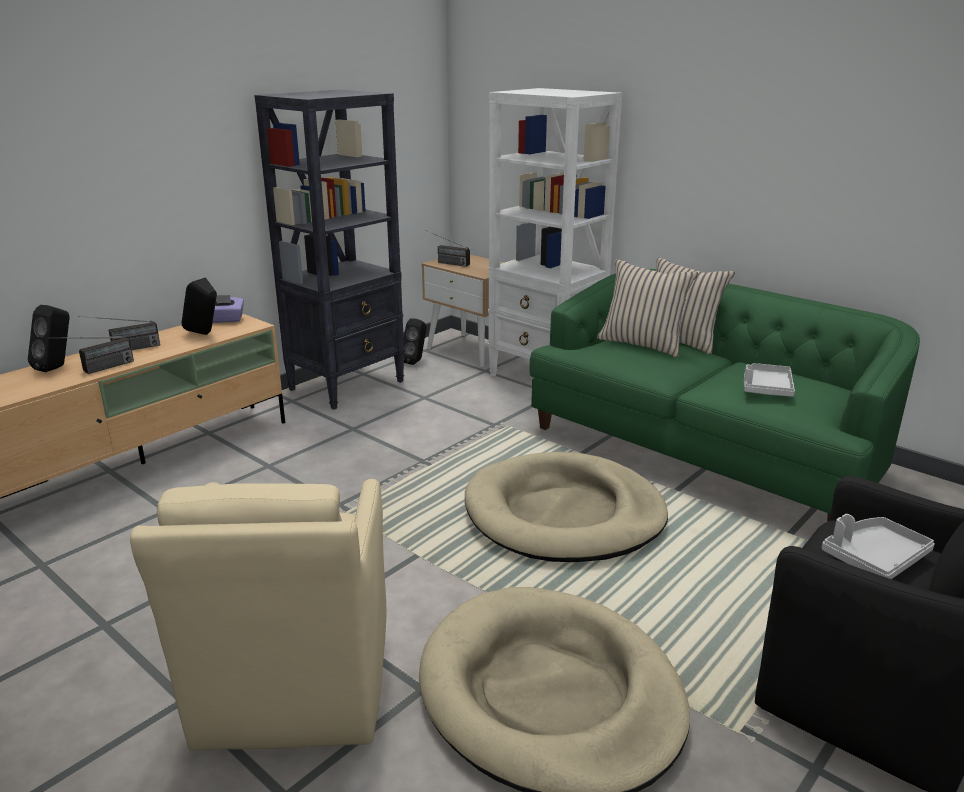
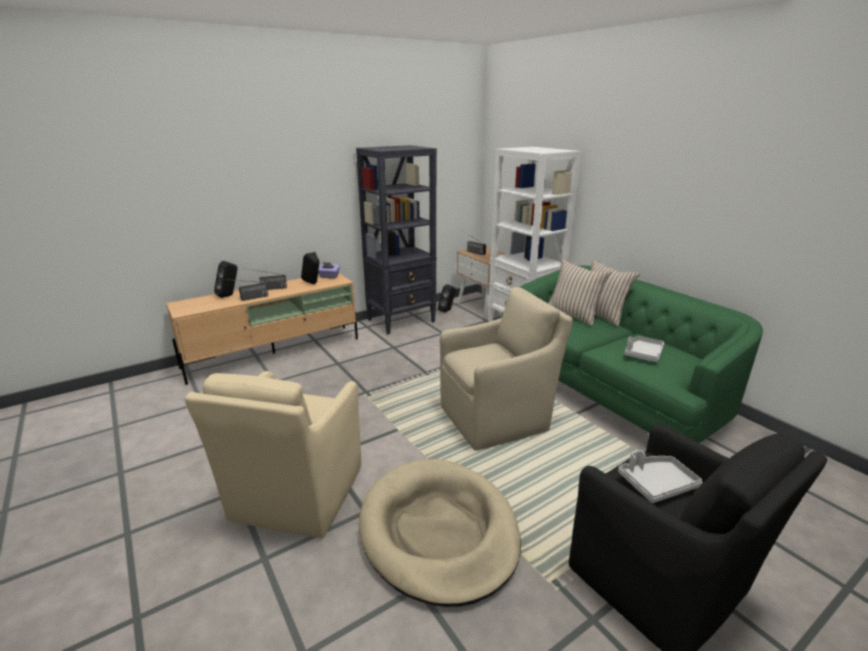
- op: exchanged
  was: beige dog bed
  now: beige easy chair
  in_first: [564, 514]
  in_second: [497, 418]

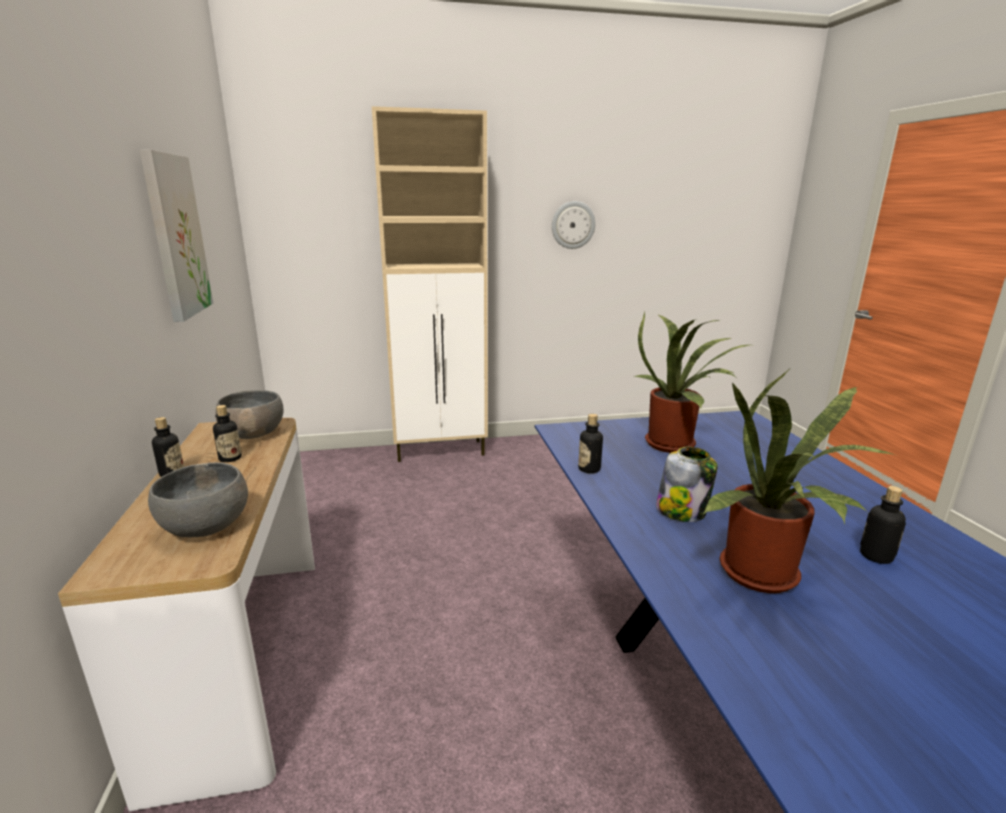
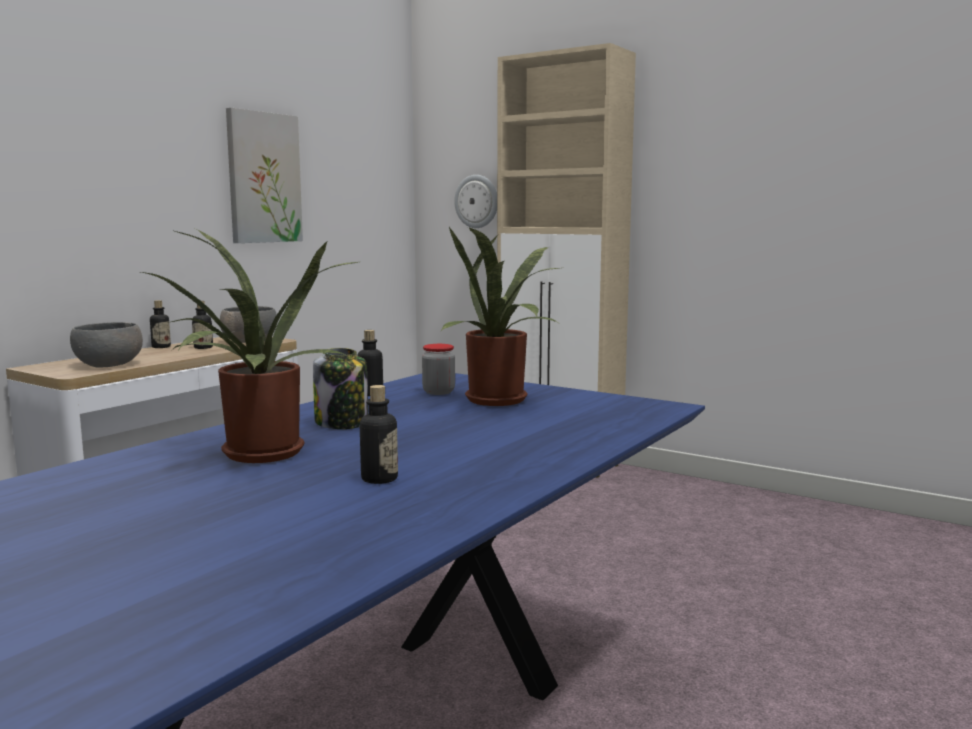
- op: appeared
  now: jar
  in_second: [438, 392]
- op: relocated
  was: wall clock
  in_first: [573, 225]
  in_second: [477, 201]

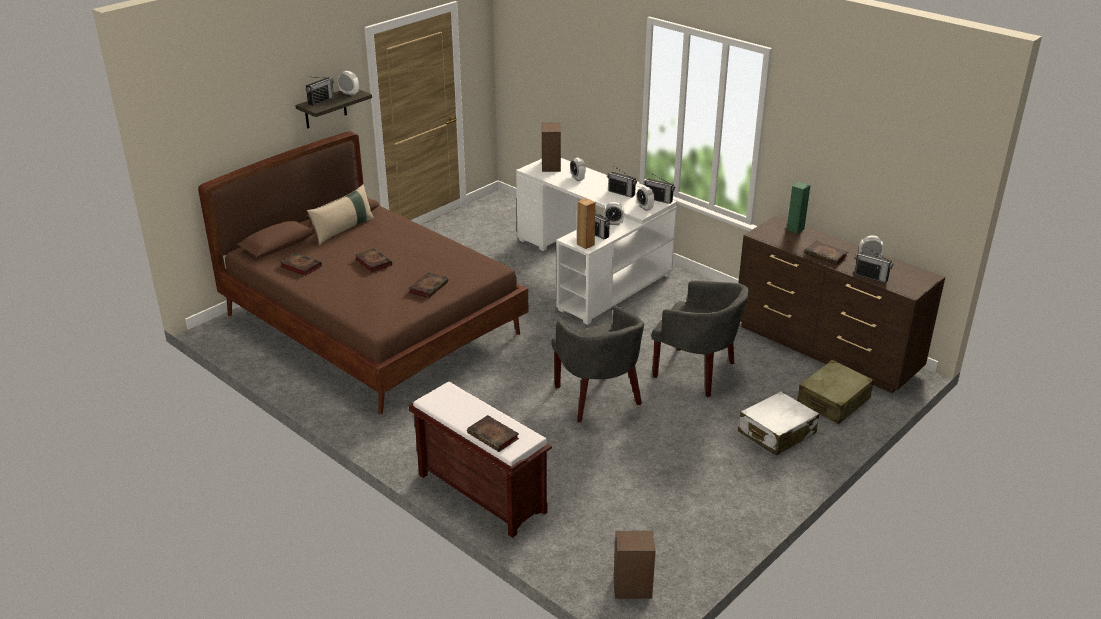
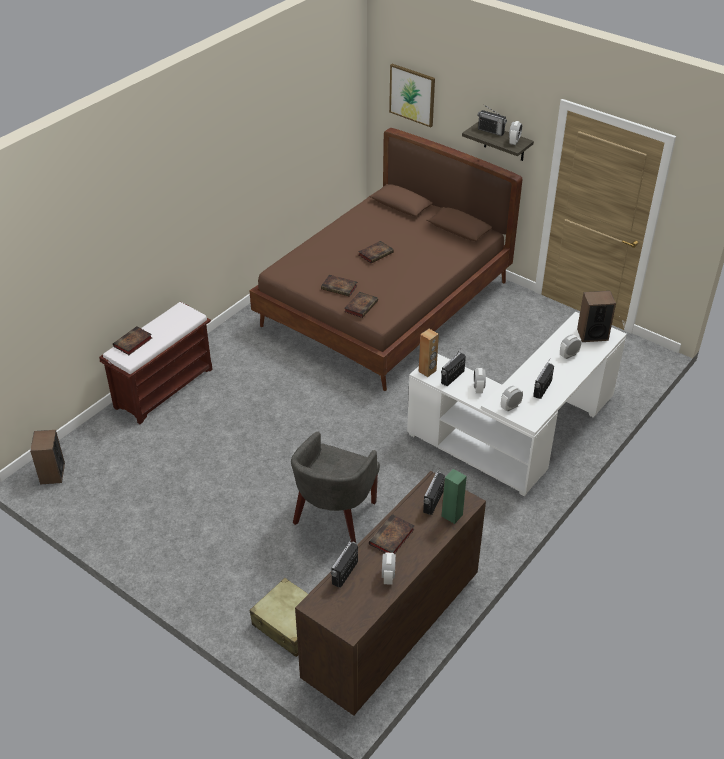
- op: missing
  was: beige pillow
  in_first: [343, 230]
- op: missing
  was: greyish easy chair
  in_first: [598, 398]
- op: missing
  was: white piece of luggage
  in_first: [776, 433]
- op: appeared
  now: wall picture
  in_second: [412, 95]
- op: relocated
  was: bound book
  in_first: [300, 266]
  in_second: [361, 306]
- op: relocated
  was: radio
  in_first: [658, 199]
  in_second: [433, 501]

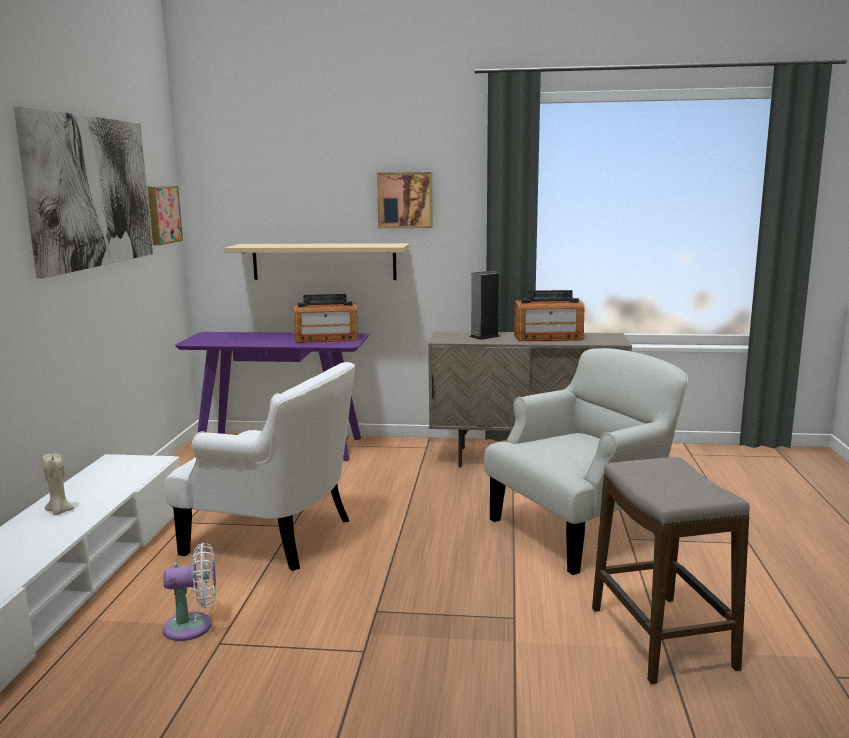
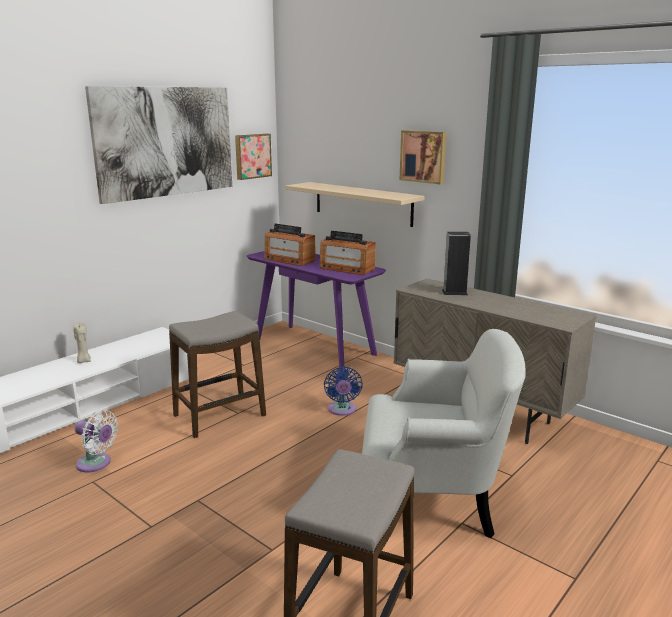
- op: appeared
  now: bluish electric fan
  in_second: [342, 410]
- op: relocated
  was: radio
  in_first: [548, 337]
  in_second: [289, 260]
- op: exchanged
  was: white easy chair
  now: sitting stool
  in_first: [275, 535]
  in_second: [220, 416]

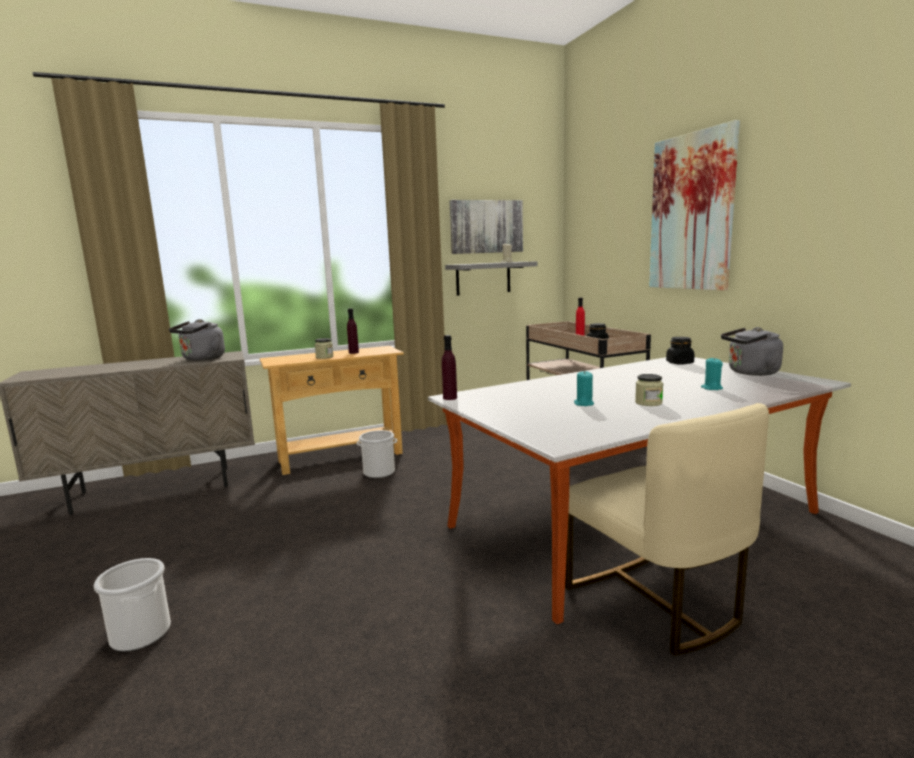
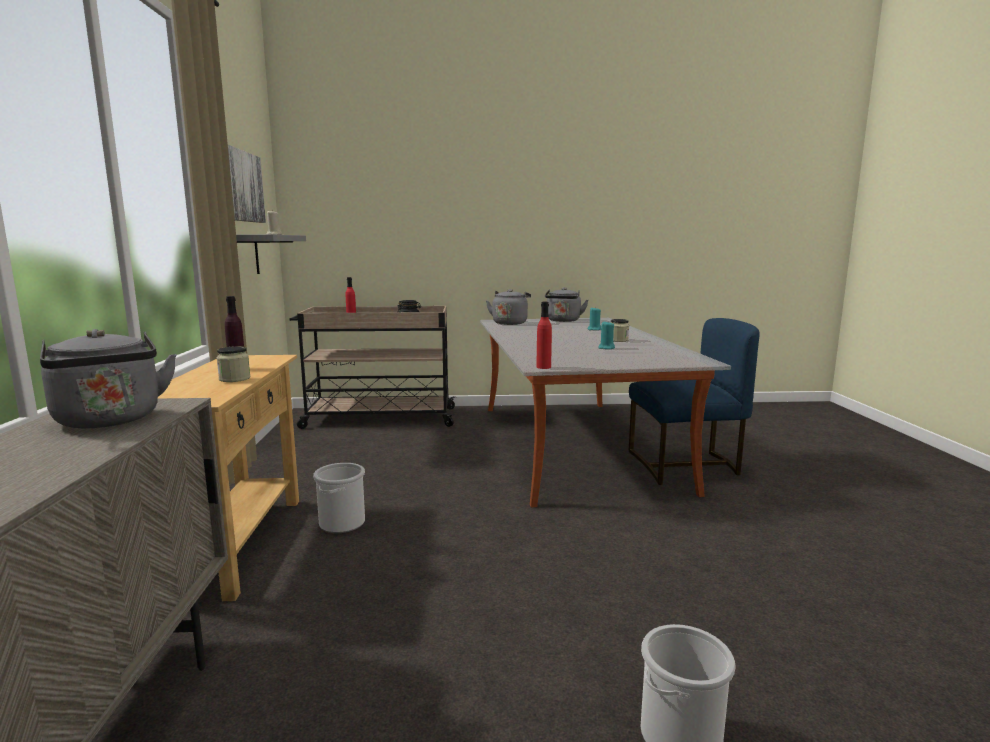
- op: missing
  was: wall picture
  in_first: [691, 212]
- op: exchanged
  was: black-coloured jar
  now: greyish tea kettle
  in_first: [679, 363]
  in_second: [510, 323]
- op: colour
  was: purple-coloured drink bottle
  now: reddish drink bottle
  in_first: [450, 398]
  in_second: [543, 367]
- op: colour
  was: beige upright chair
  now: bluish upright chair
  in_first: [655, 602]
  in_second: [685, 465]

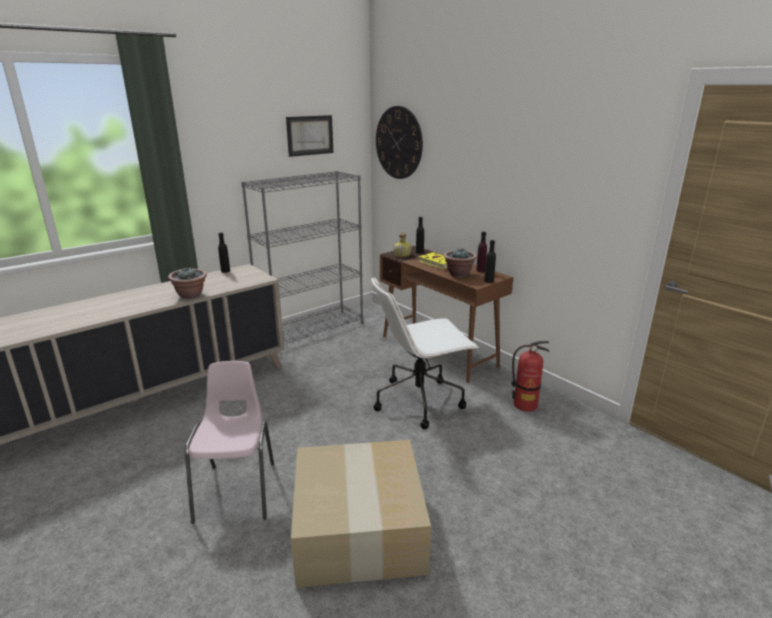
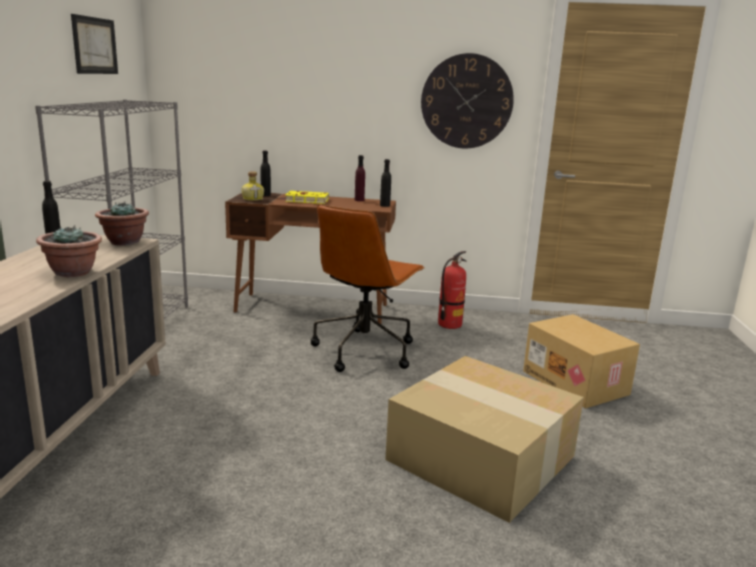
- op: missing
  was: pink upright chair
  in_first: [237, 491]
- op: appeared
  now: cardboard box
  in_second: [576, 383]
- op: relocated
  was: wall clock
  in_first: [399, 143]
  in_second: [466, 101]
- op: relocated
  was: potted plant
  in_first: [458, 274]
  in_second: [124, 242]
- op: colour
  was: white desk chair
  now: brown desk chair
  in_first: [420, 400]
  in_second: [364, 350]

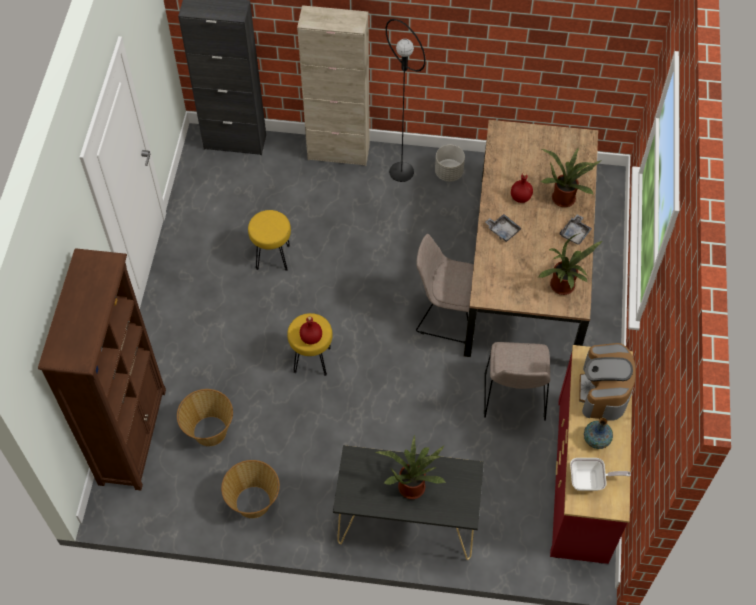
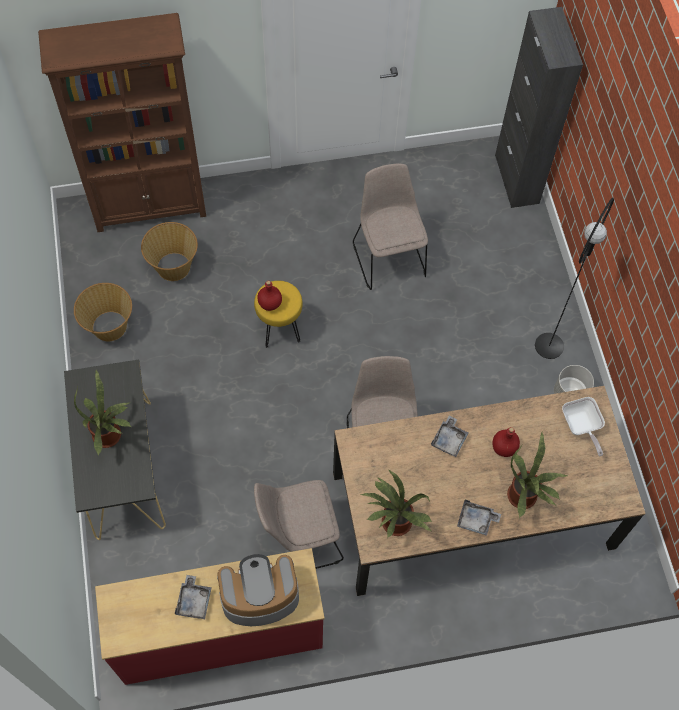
- op: missing
  was: beige cabinet
  in_first: [338, 152]
- op: relocated
  was: skillet
  in_first: [590, 481]
  in_second: [581, 427]
- op: exchanged
  was: yellow sitting stool
  now: beige upright chair
  in_first: [272, 256]
  in_second: [388, 257]
- op: exchanged
  was: decorative vase
  now: greyish serving tray
  in_first: [596, 440]
  in_second: [194, 600]

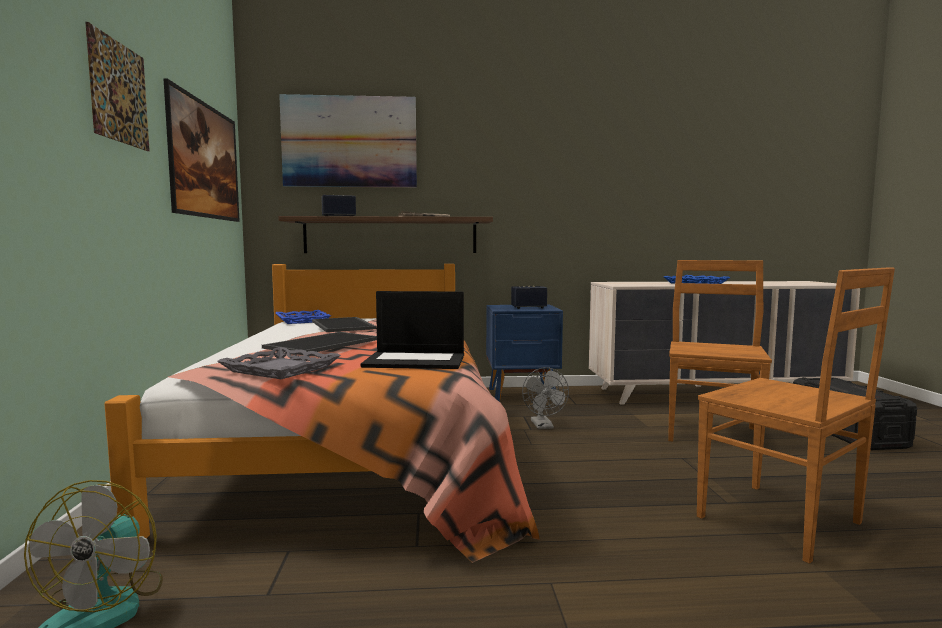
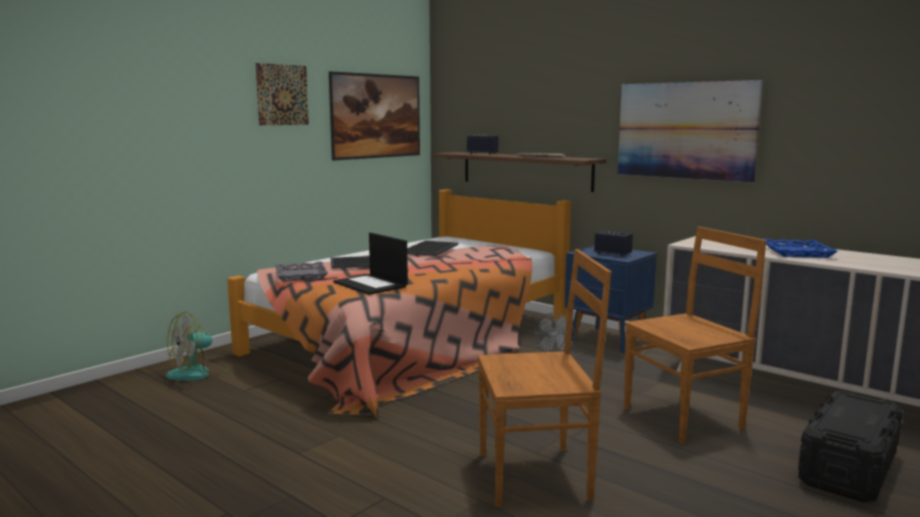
- op: missing
  was: bluish serving tray
  in_first: [302, 320]
- op: relocated
  was: wall picture
  in_first: [349, 142]
  in_second: [685, 130]
- op: spun
  was: brown upright chair
  in_first: [783, 522]
  in_second: [537, 475]
  clockwise: -105

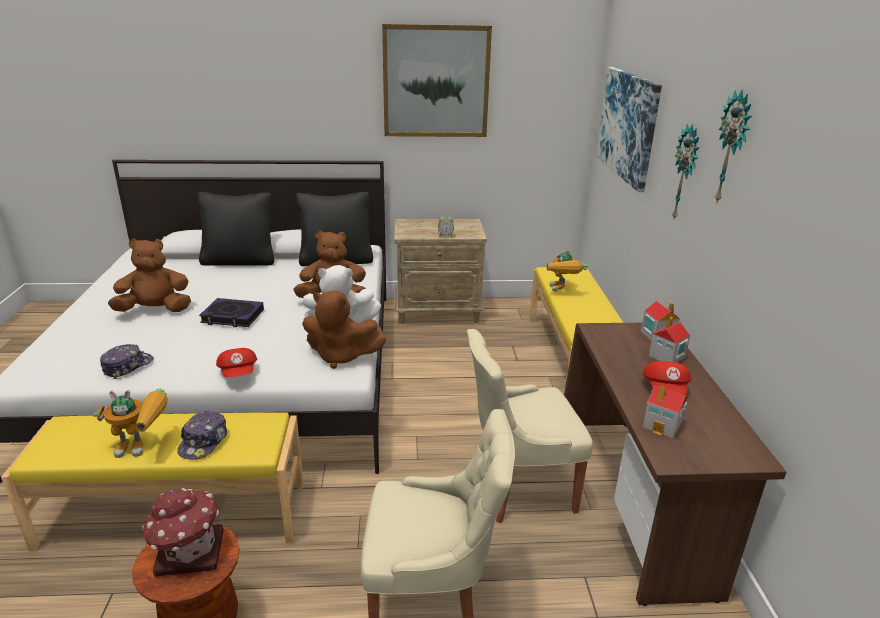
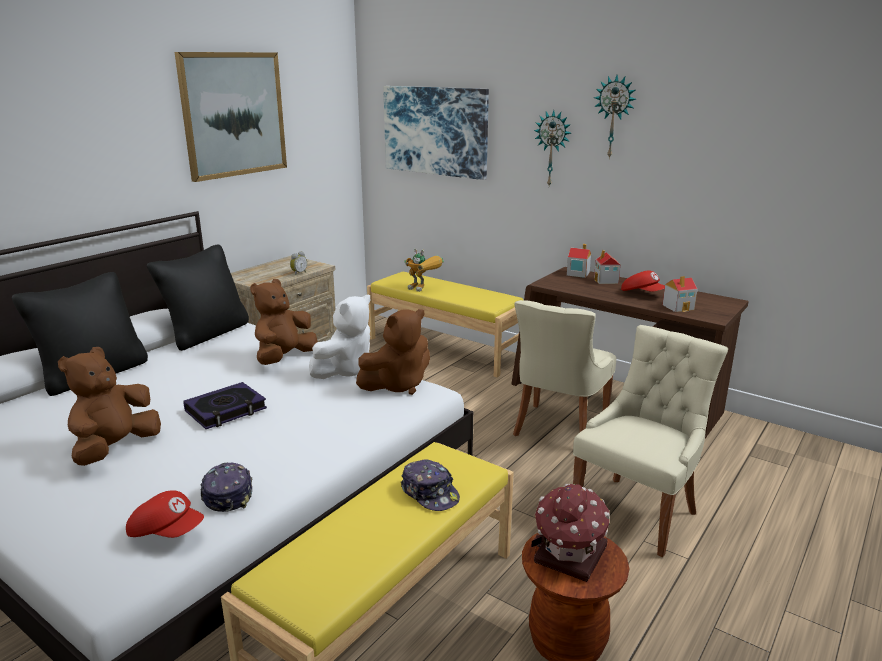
- op: missing
  was: model robot
  in_first: [144, 447]
- op: relocated
  was: reddish baseball cap
  in_first: [239, 373]
  in_second: [167, 531]

